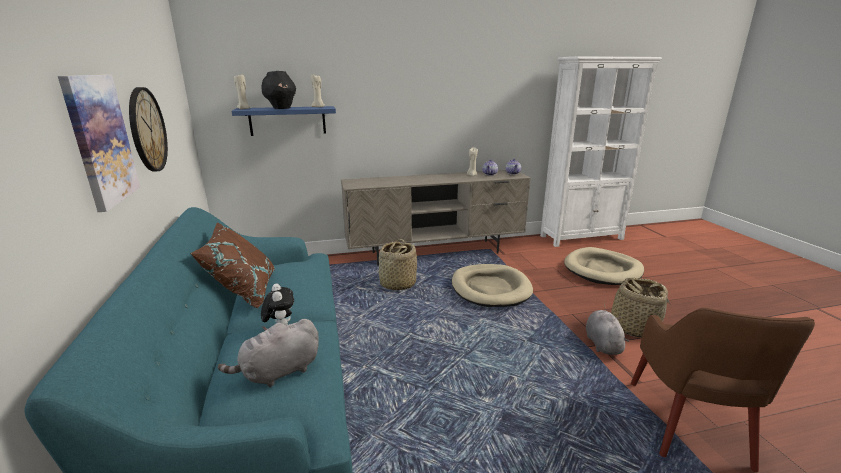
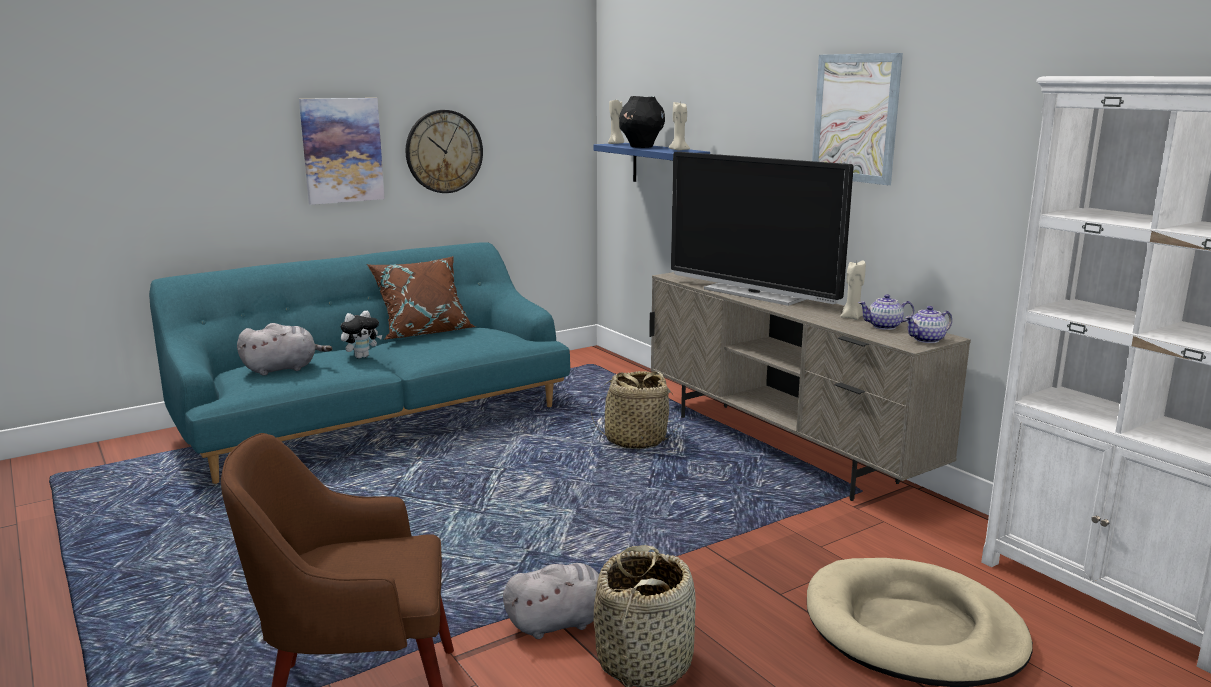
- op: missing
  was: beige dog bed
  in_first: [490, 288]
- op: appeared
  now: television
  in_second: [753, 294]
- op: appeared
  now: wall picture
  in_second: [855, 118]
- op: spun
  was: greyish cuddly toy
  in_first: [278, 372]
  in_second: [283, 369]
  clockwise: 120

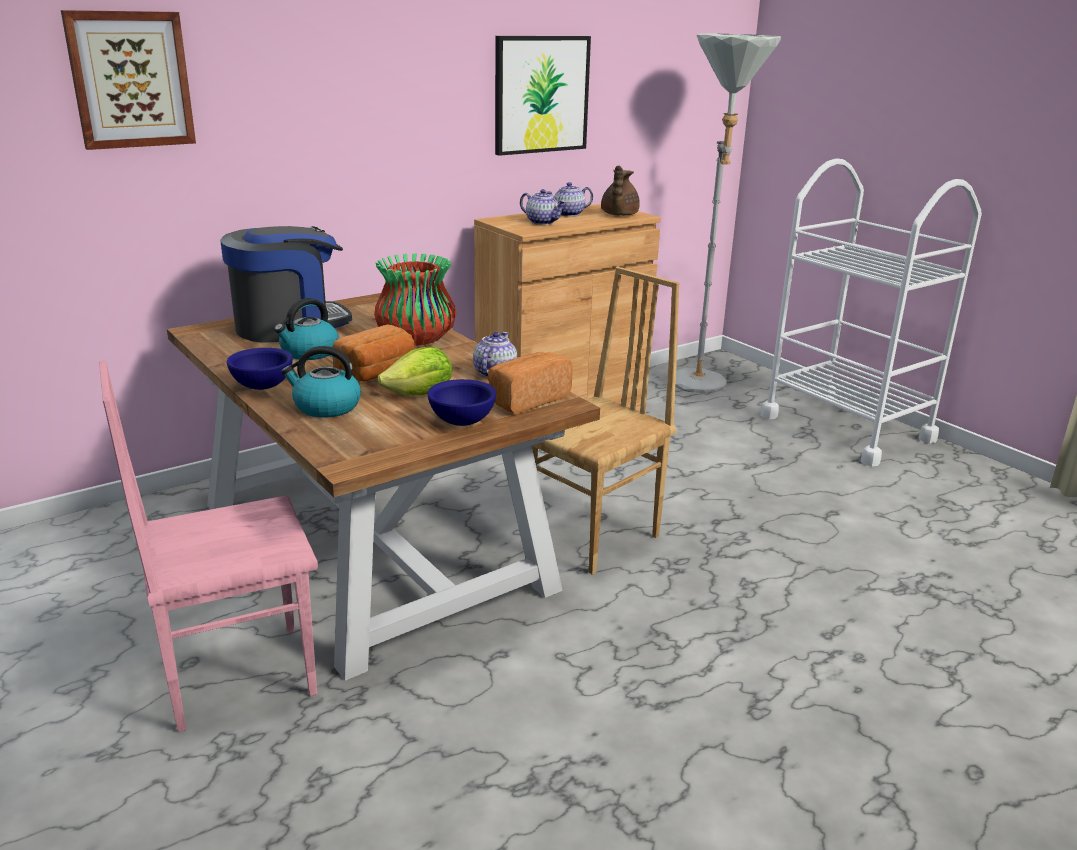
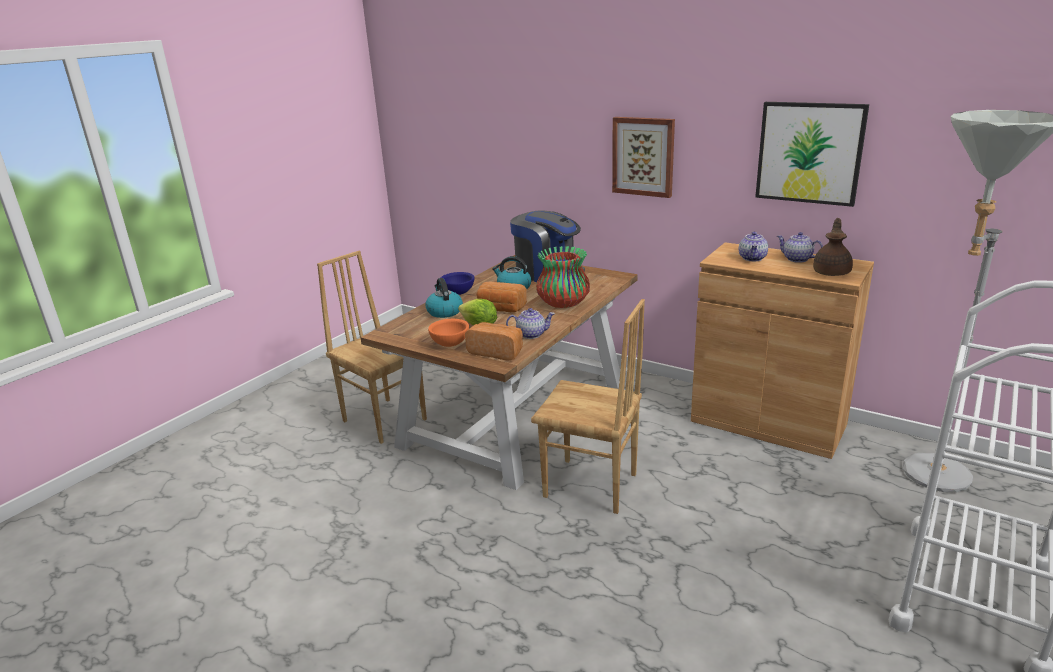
- op: relocated
  was: wall picture
  in_first: [130, 80]
  in_second: [643, 156]
- op: colour
  was: pink upright chair
  now: brown upright chair
  in_first: [238, 675]
  in_second: [385, 419]
- op: colour
  was: bluish deep dish
  now: orangey deep dish
  in_first: [461, 422]
  in_second: [449, 344]
- op: spun
  was: brown teapot
  in_first: [618, 214]
  in_second: [832, 272]
  clockwise: 120

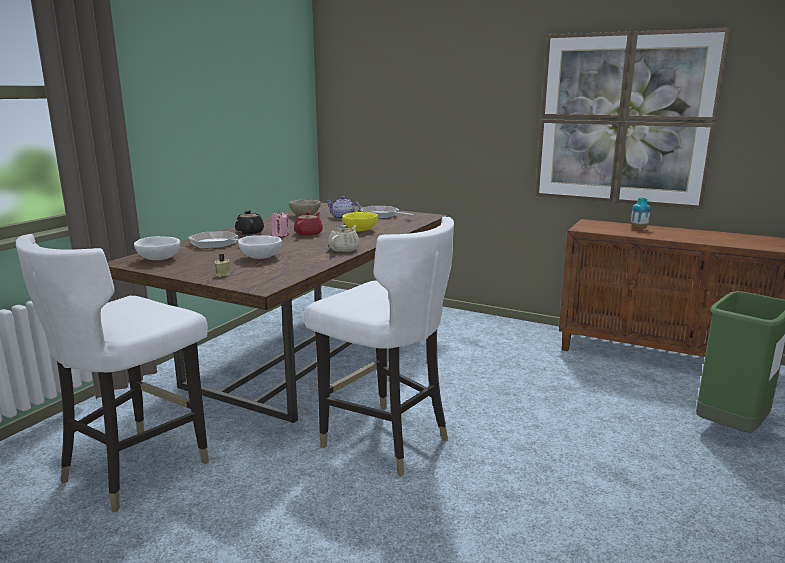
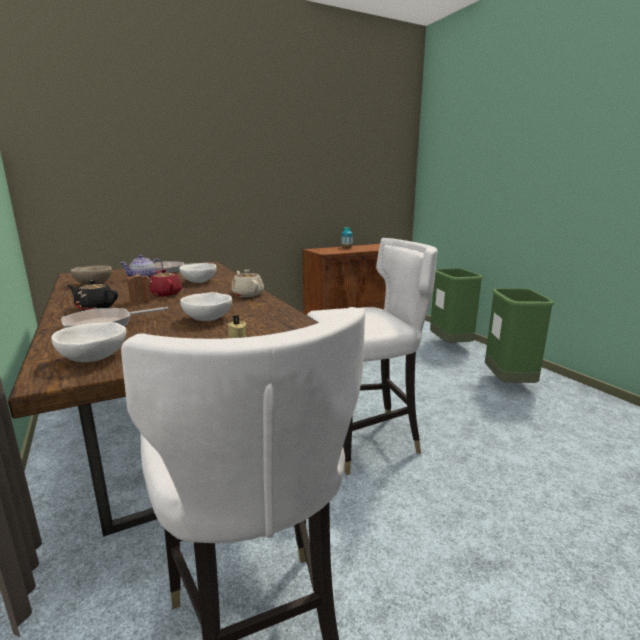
- op: missing
  was: wall picture
  in_first: [623, 119]
- op: appeared
  now: greenish trash can
  in_second: [508, 384]
- op: colour
  was: pink wax candle
  now: brown wax candle
  in_first: [280, 235]
  in_second: [140, 301]
- op: colour
  was: yellow deep dish
  now: white deep dish
  in_first: [360, 230]
  in_second: [199, 282]

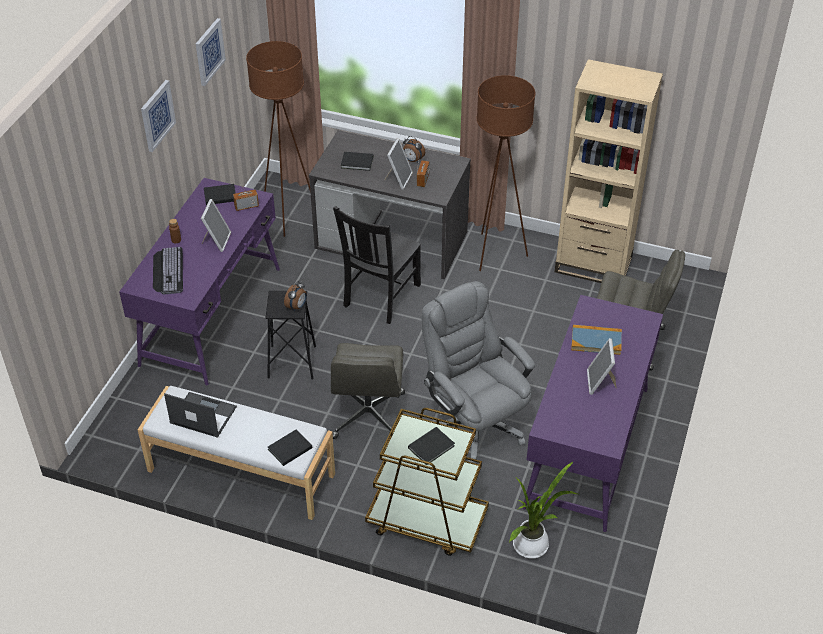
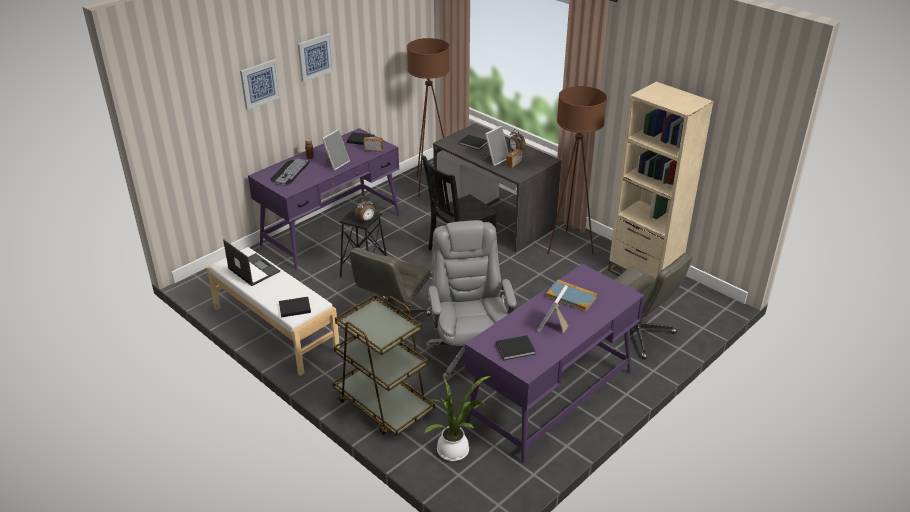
- op: relocated
  was: wall picture
  in_first: [209, 51]
  in_second: [260, 84]
- op: relocated
  was: black-coloured bound book
  in_first: [432, 447]
  in_second: [516, 349]

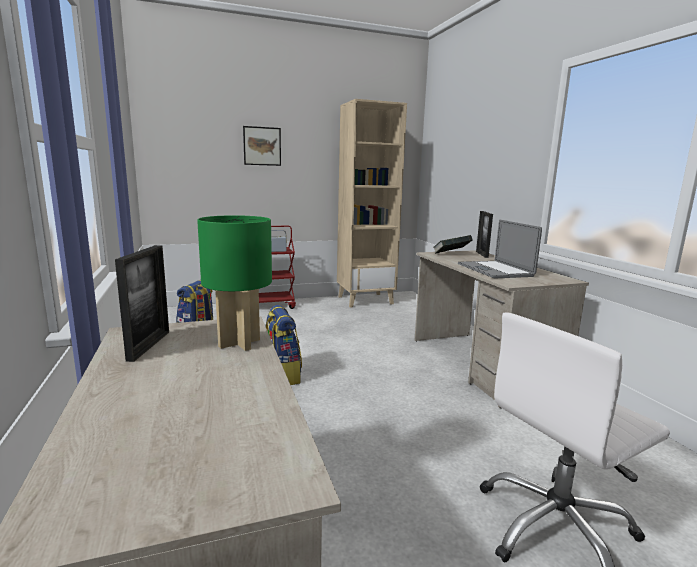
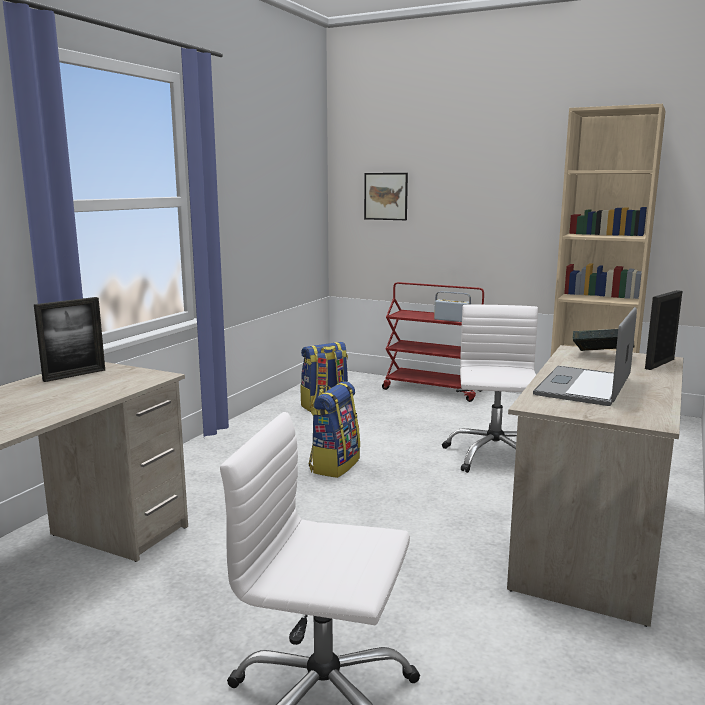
- op: missing
  was: greenish lamp for a table
  in_first: [238, 343]
- op: appeared
  now: white desk chair
  in_second: [493, 456]
- op: relocated
  was: wall picture
  in_first: [262, 146]
  in_second: [386, 196]

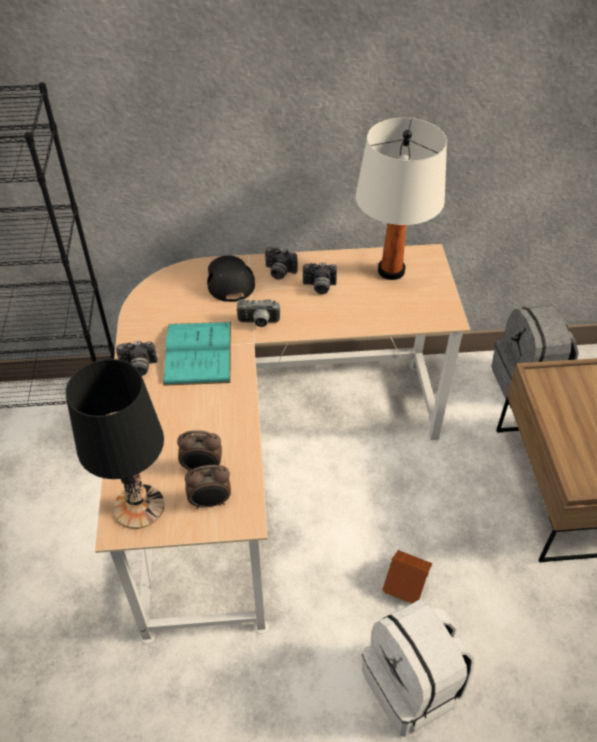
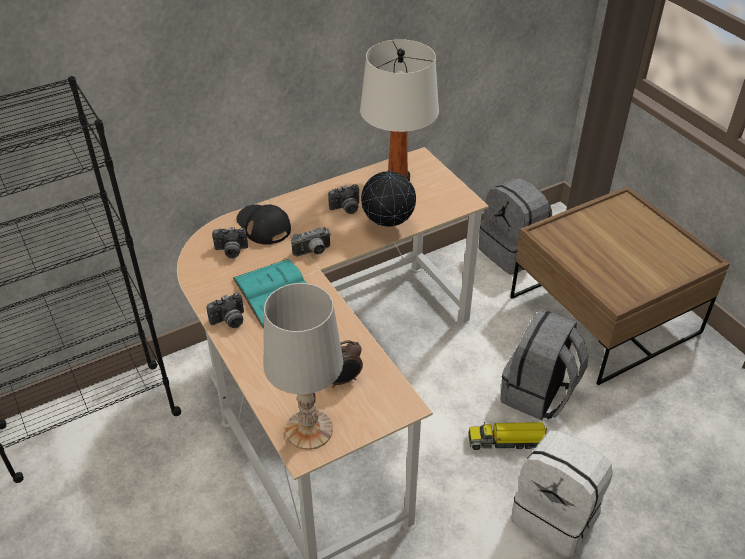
- op: missing
  was: alarm clock
  in_first: [210, 502]
- op: appeared
  now: world globe
  in_second: [388, 226]
- op: appeared
  now: greyish rucksack
  in_second: [538, 394]
- op: relocated
  was: photo camera
  in_first: [279, 272]
  in_second: [231, 251]
- op: exchanged
  was: miniature house
  now: toy lorry
  in_first: [406, 583]
  in_second: [507, 441]
- op: colour
  was: black-coloured lamp for a table
  now: white lamp for a table
  in_first: [140, 506]
  in_second: [309, 429]

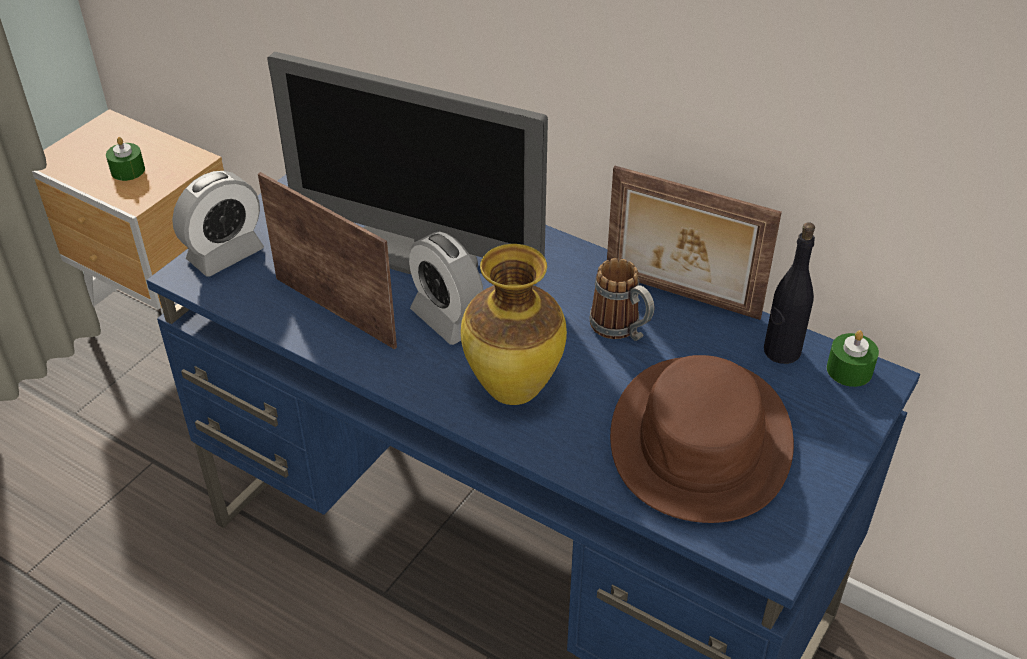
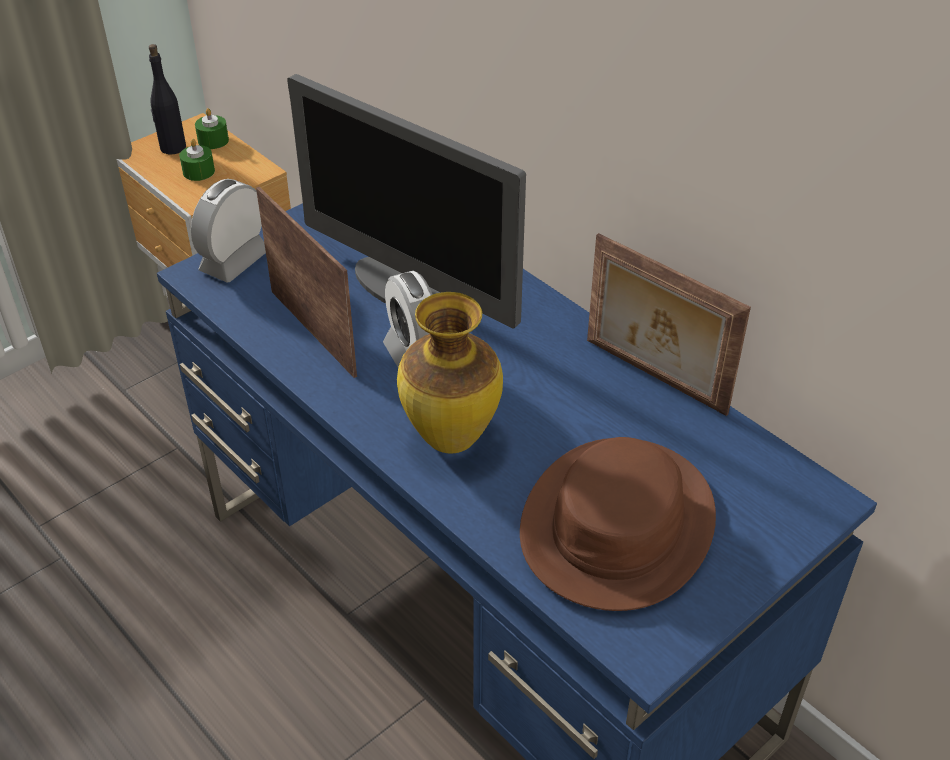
- op: missing
  was: tea mug
  in_first: [621, 330]
- op: relocated
  was: black-coloured drink bottle
  in_first: [781, 351]
  in_second: [172, 148]
- op: relocated
  was: greenish wax candle
  in_first: [849, 370]
  in_second: [213, 140]
- op: spun
  was: alarm clock
  in_first: [225, 255]
  in_second: [234, 261]
  clockwise: 150

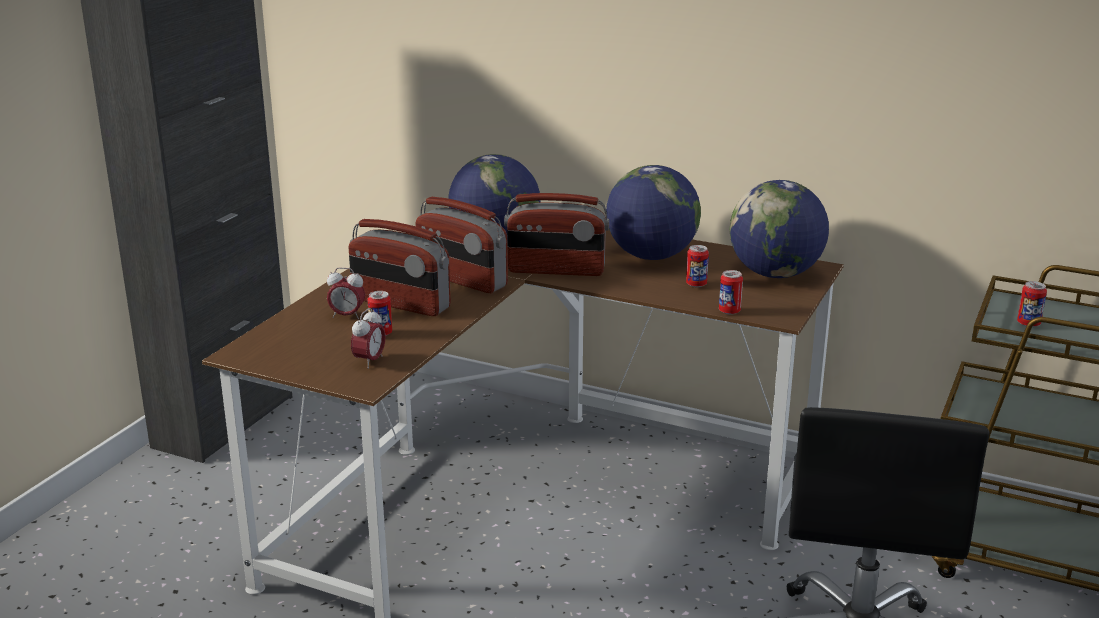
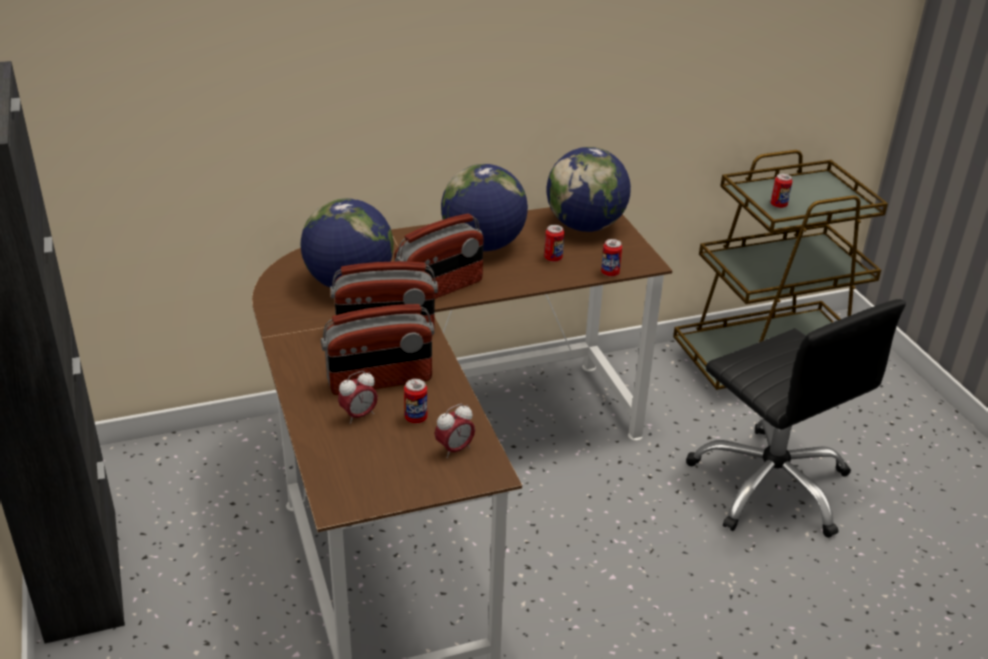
- op: spun
  was: alarm clock
  in_first: [369, 361]
  in_second: [454, 449]
  clockwise: 75

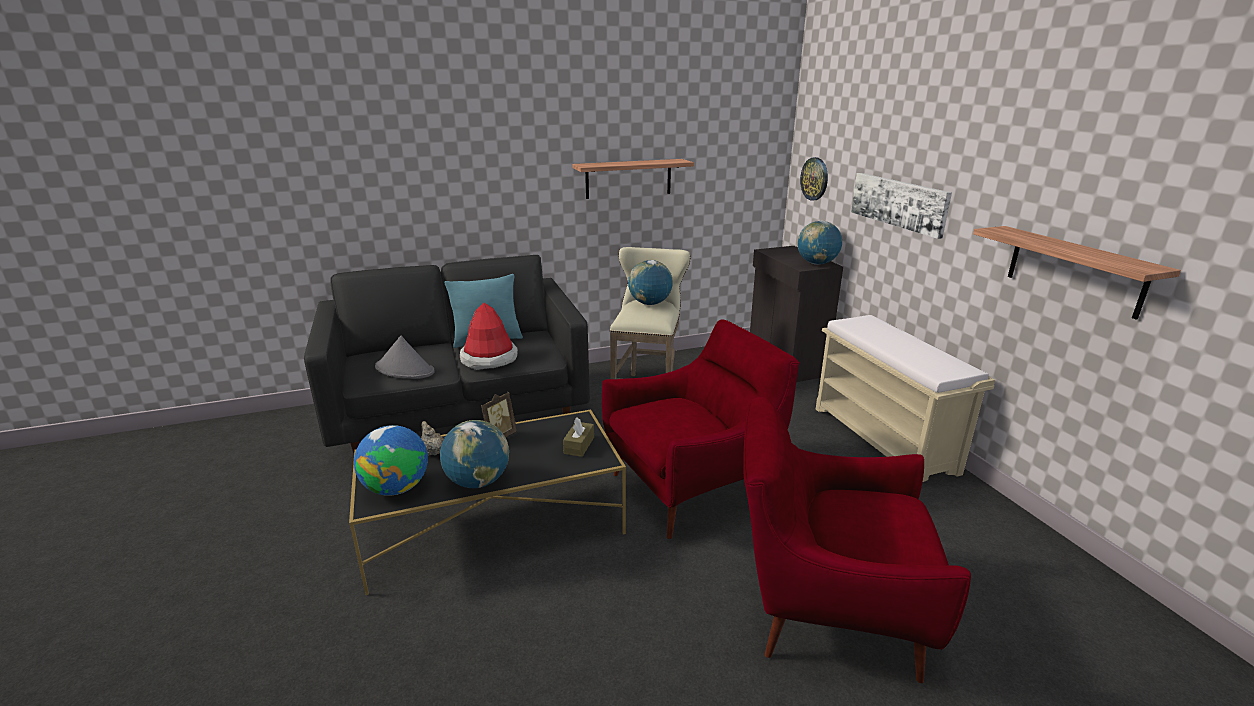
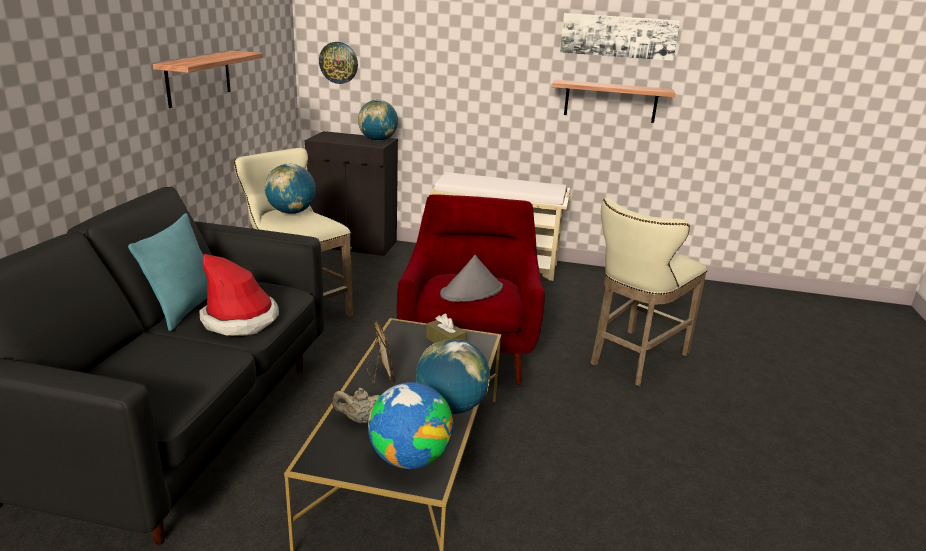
- op: relocated
  was: greyish clothing hat
  in_first: [405, 370]
  in_second: [472, 291]
- op: relocated
  was: wall picture
  in_first: [899, 203]
  in_second: [618, 36]
- op: exchanged
  was: reddish easy chair
  now: beige sitting stool
  in_first: [823, 607]
  in_second: [633, 359]

